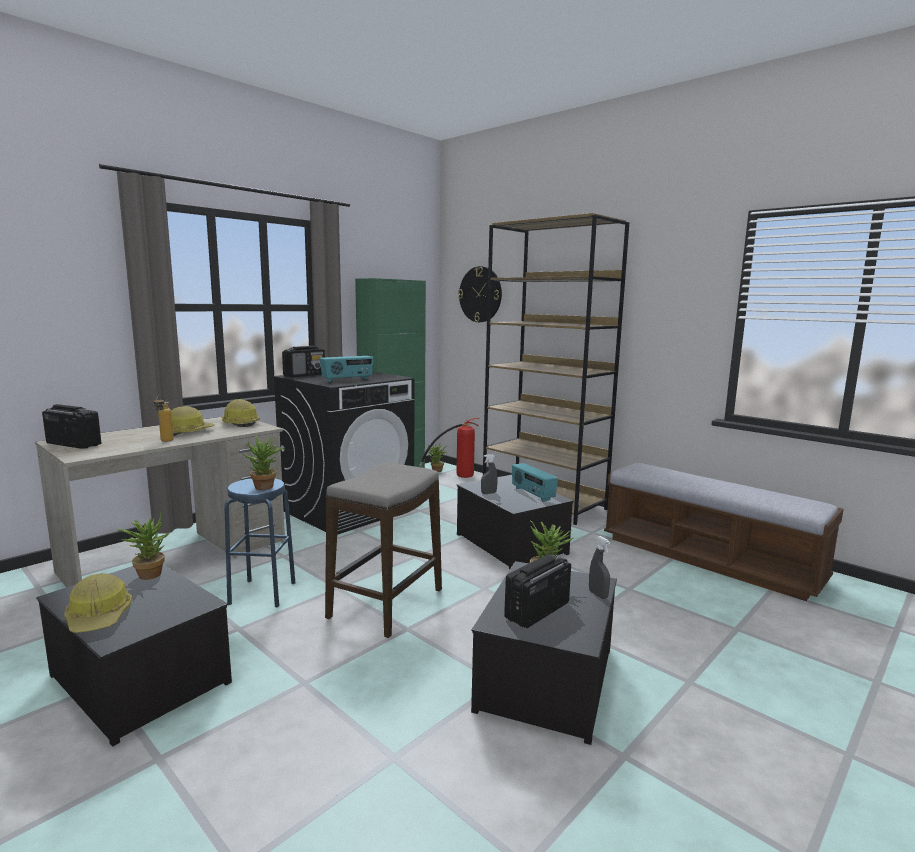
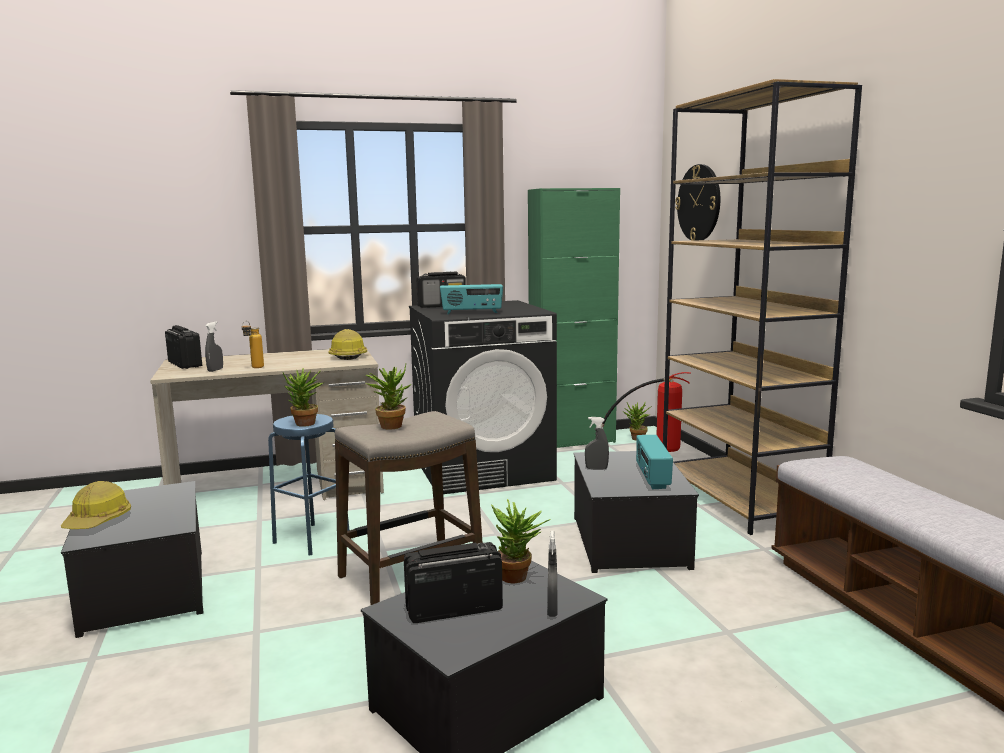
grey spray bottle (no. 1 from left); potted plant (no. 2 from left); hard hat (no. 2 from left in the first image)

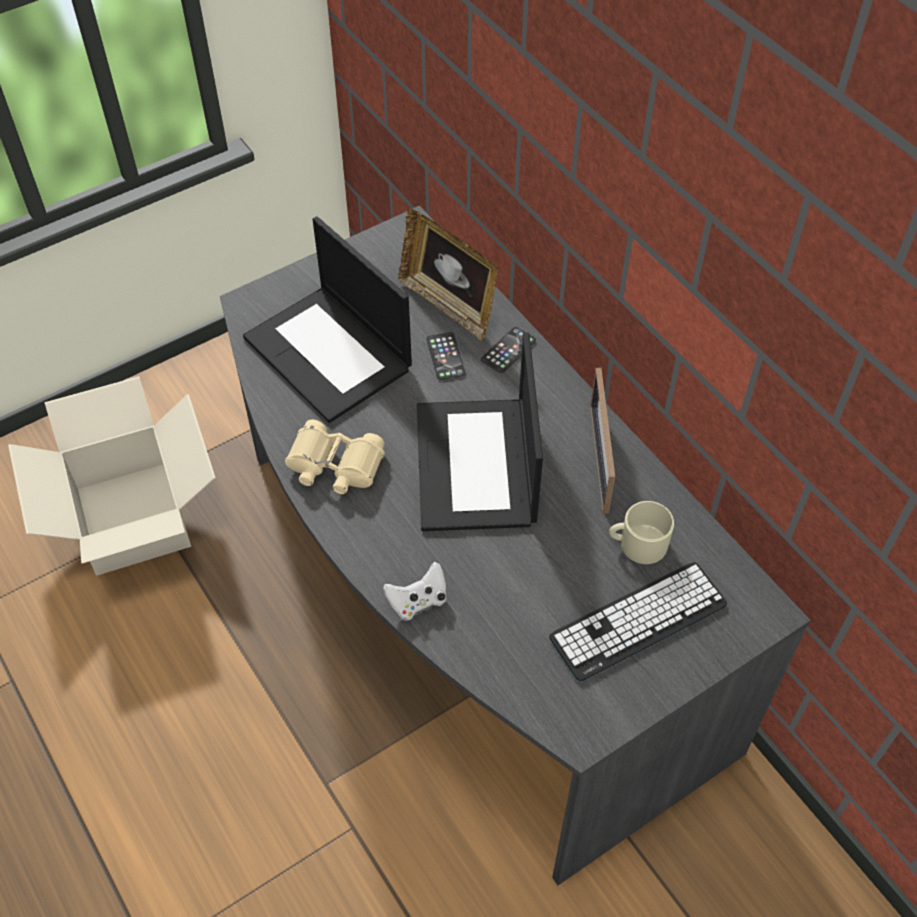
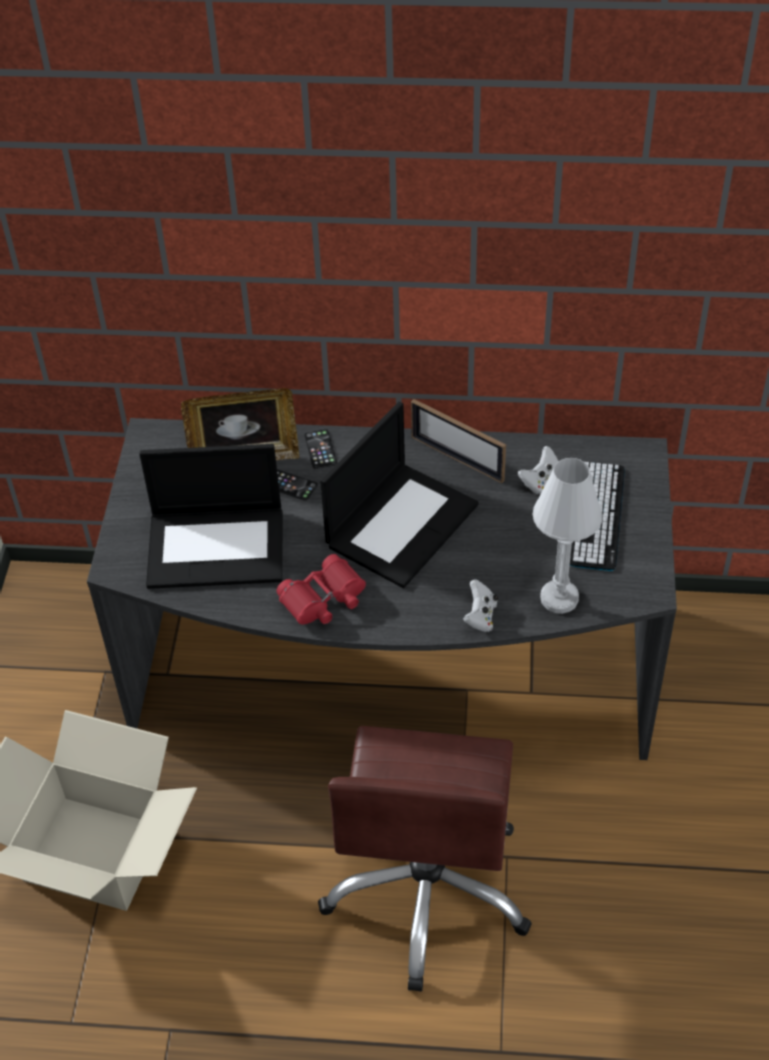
red binoculars; brown office chair; laptop (no. 2 from left); white game controller (no. 2 from left); white table lamp

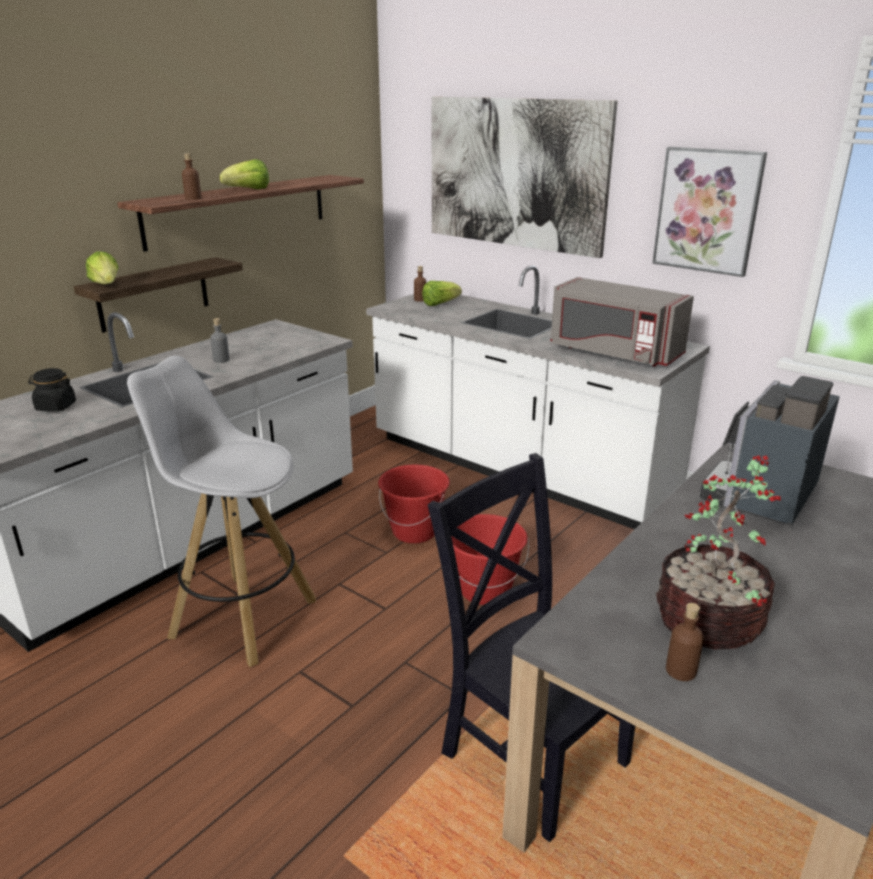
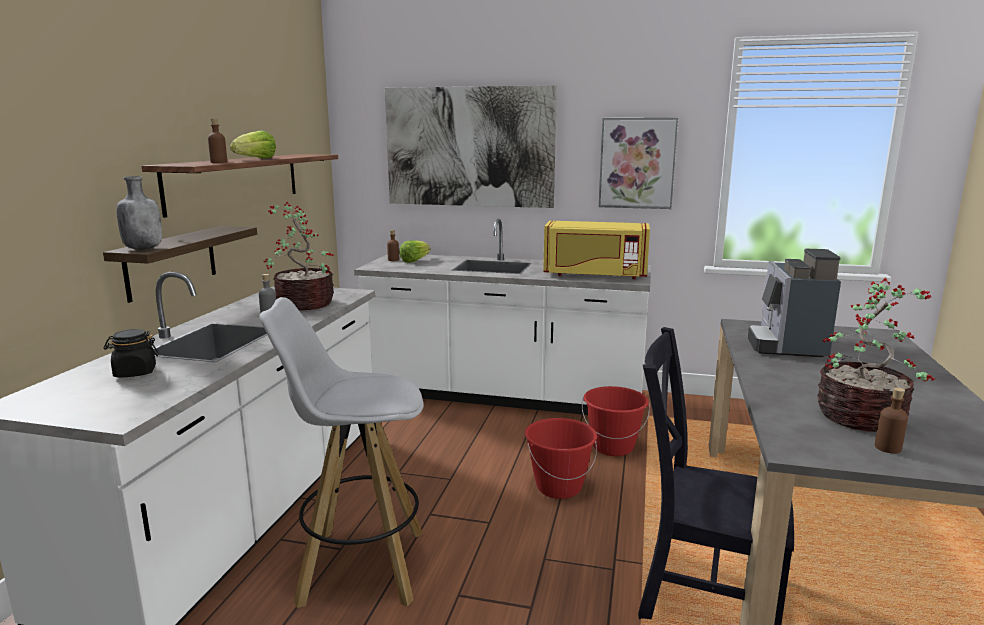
grey bottle (no. 1 from left); potted plant (no. 1 from left); yellow microwave; red bucket (no. 2 from left)

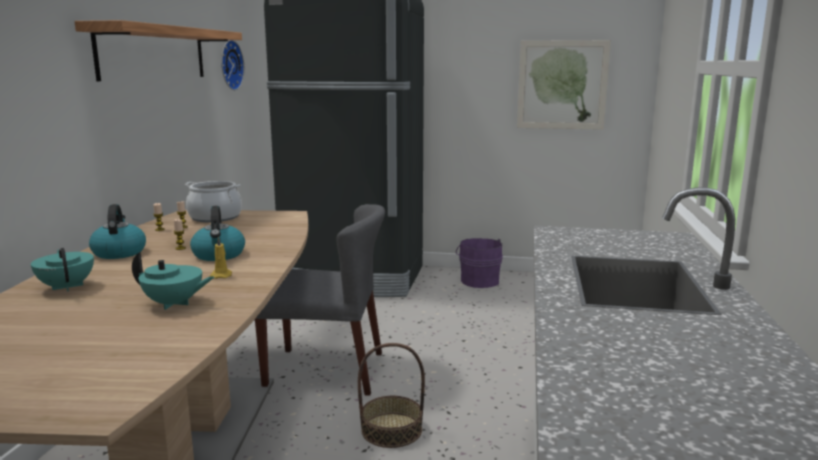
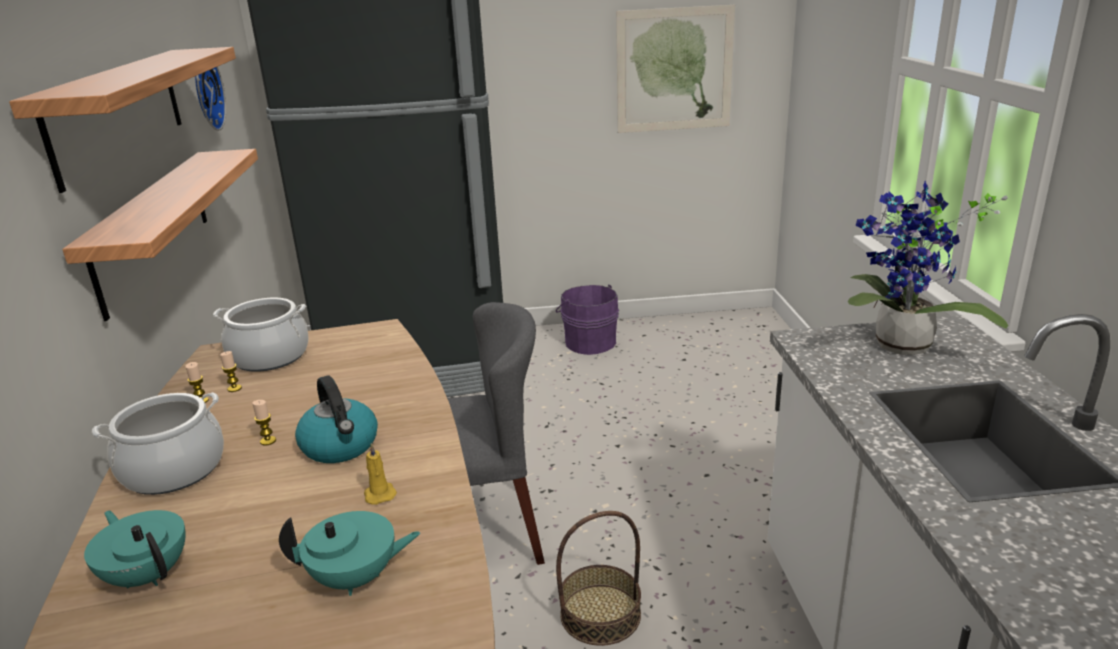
shelf (no. 2 from left); cooking pot (no. 1 from left); potted plant

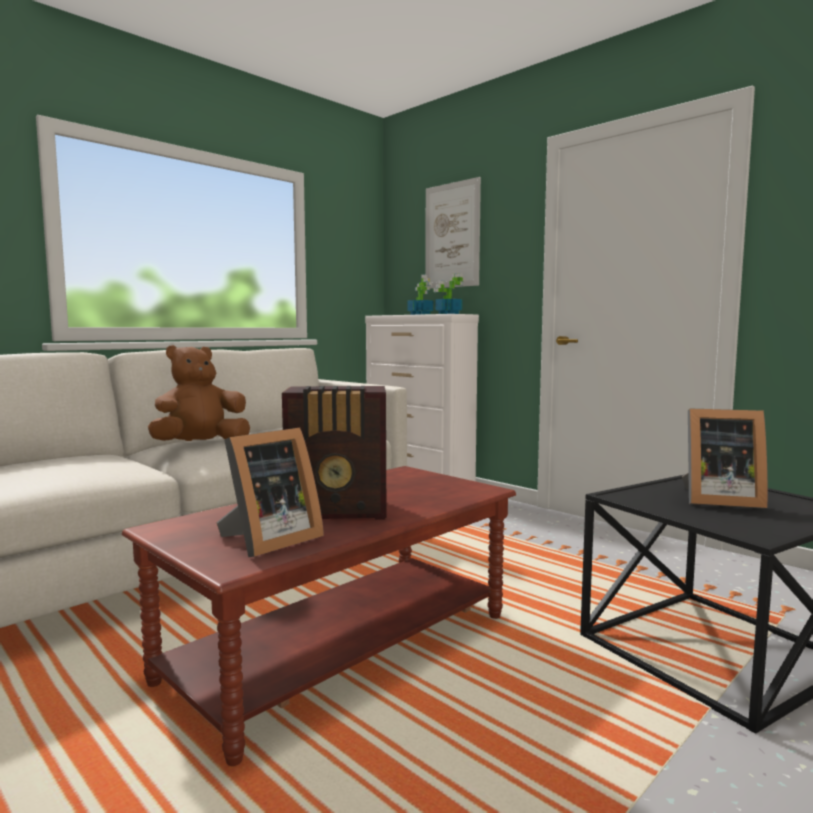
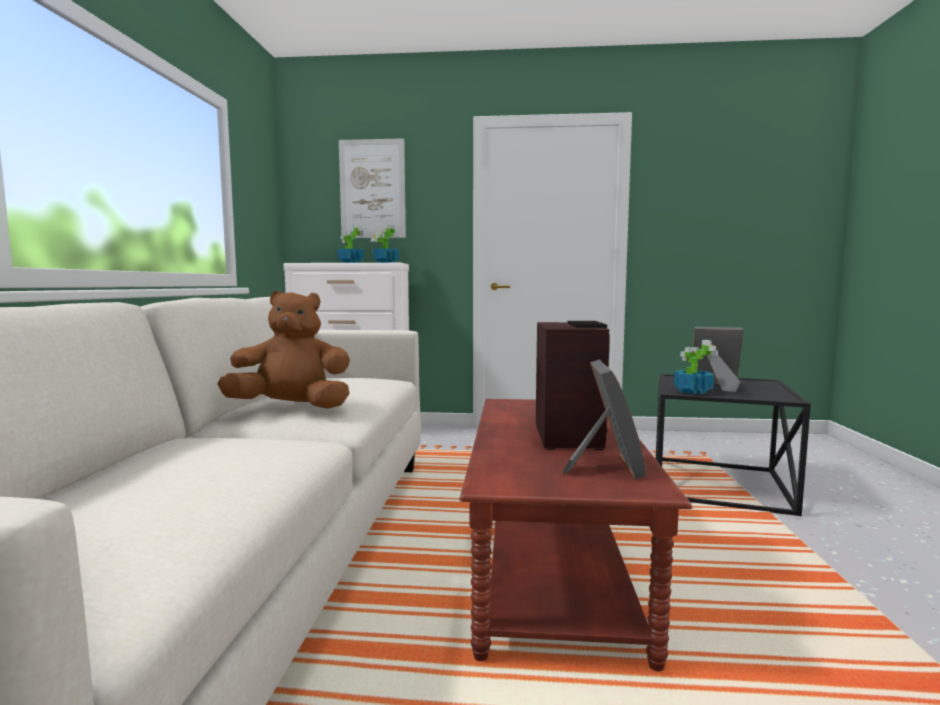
brown plush toy; radio; potted plant (no. 3 from left); picture frame (no. 2 from left)

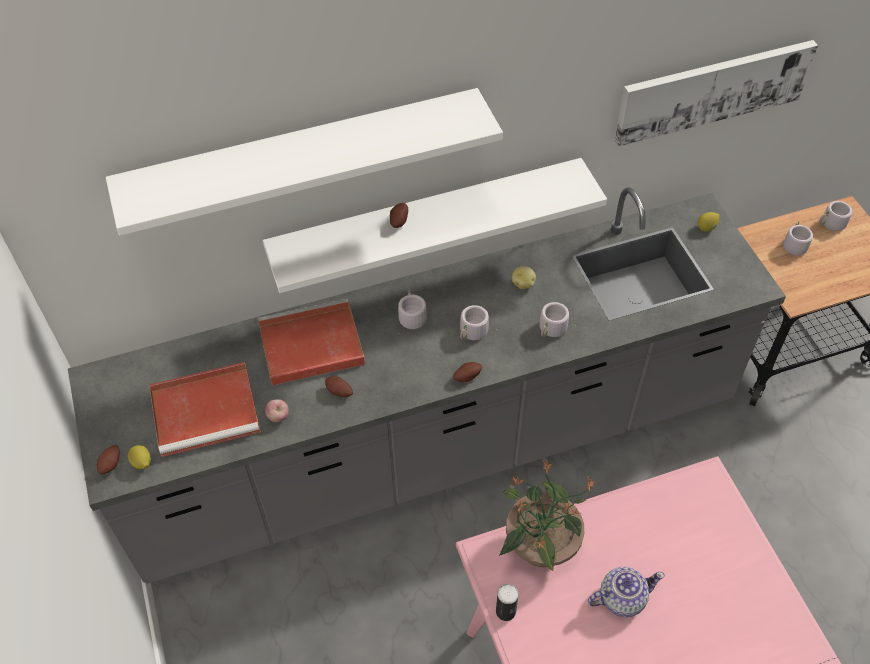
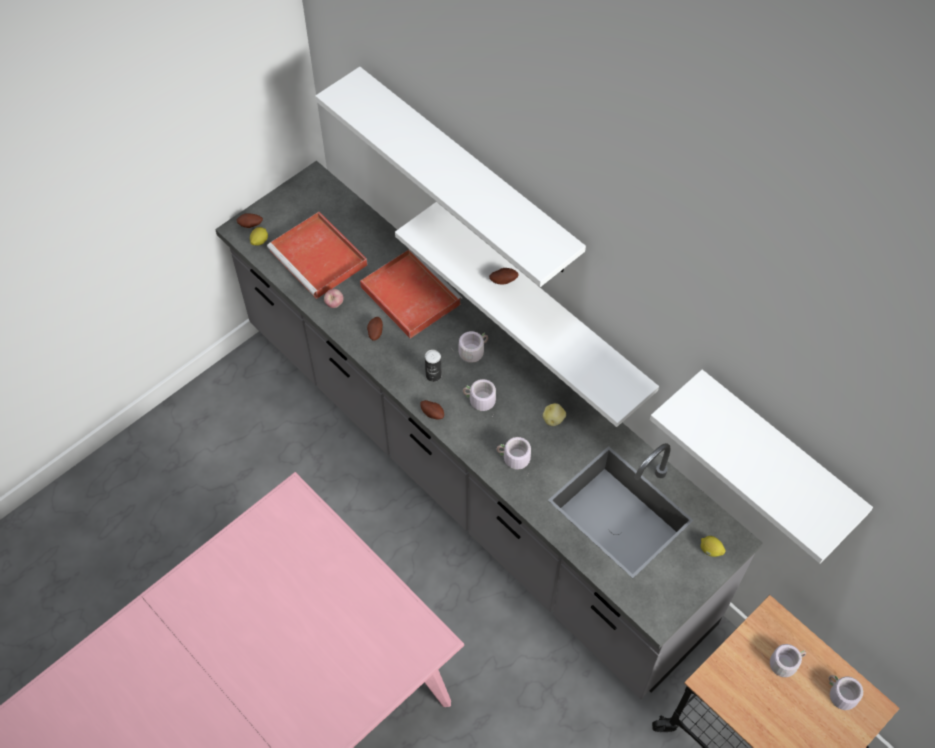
can; white shelf (no. 3 from left); potted plant; teapot

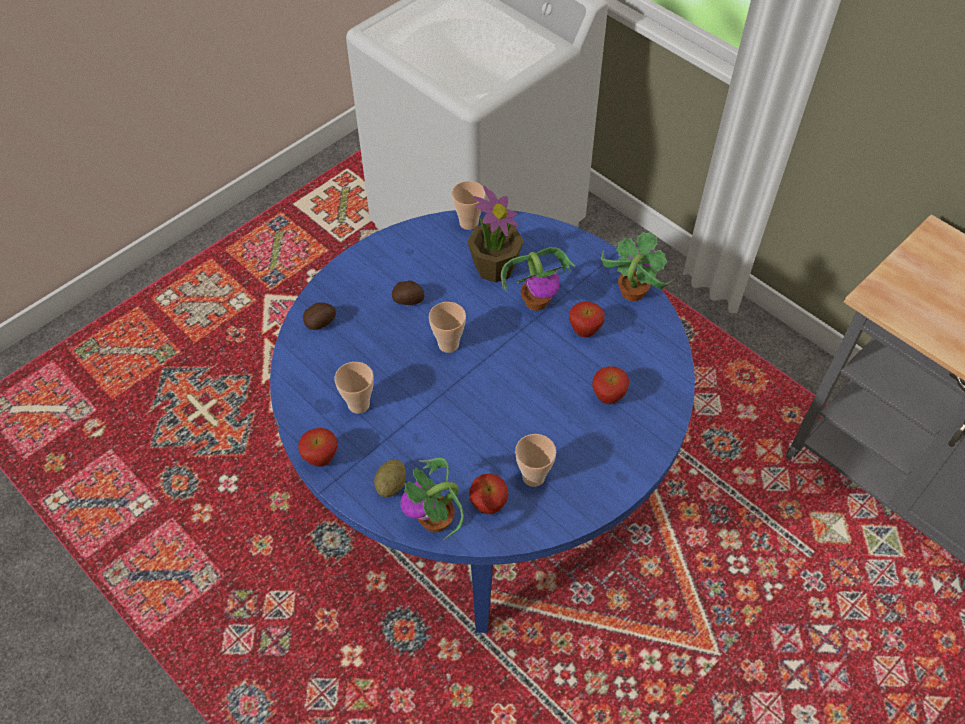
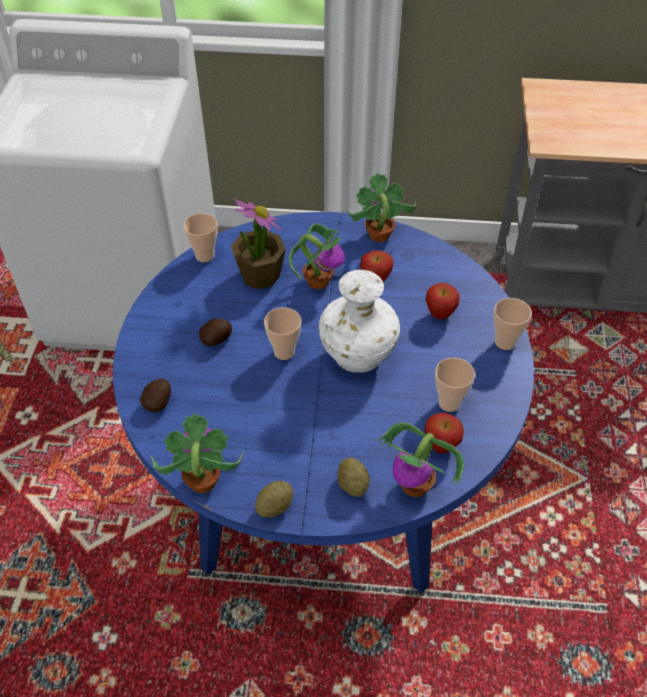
potted plant (no. 1 from left); potato (no. 3 from left); white vase; cup (no. 4 from left)

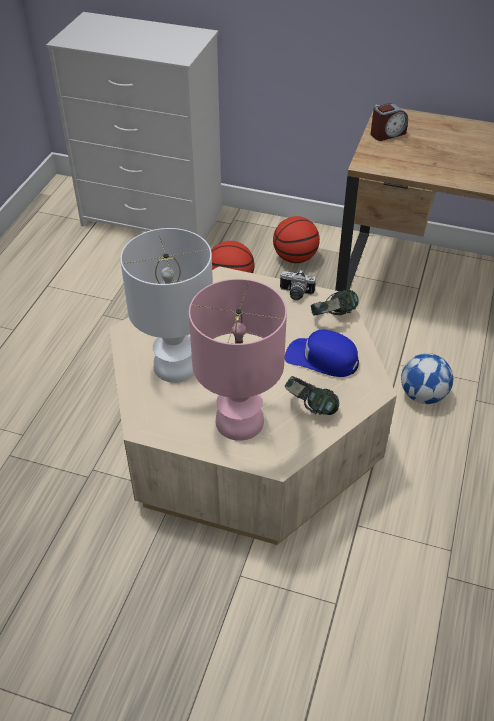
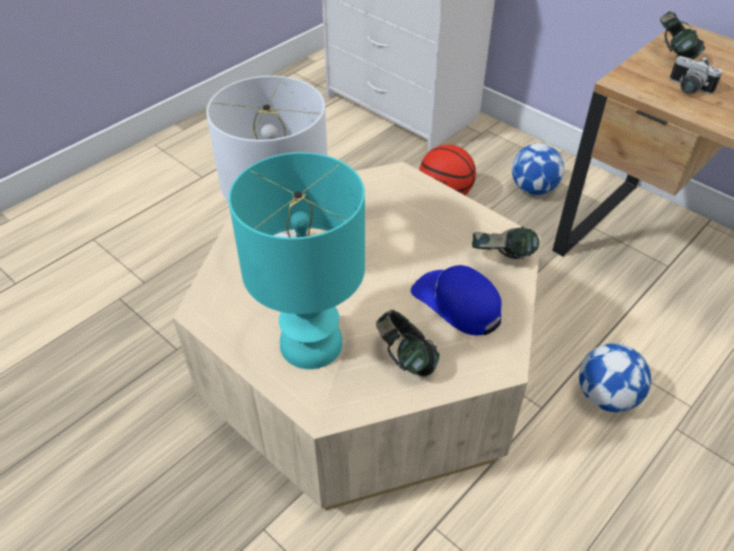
turquoise table lamp; football (no. 1 from left); headphones (no. 3 from left); photo camera

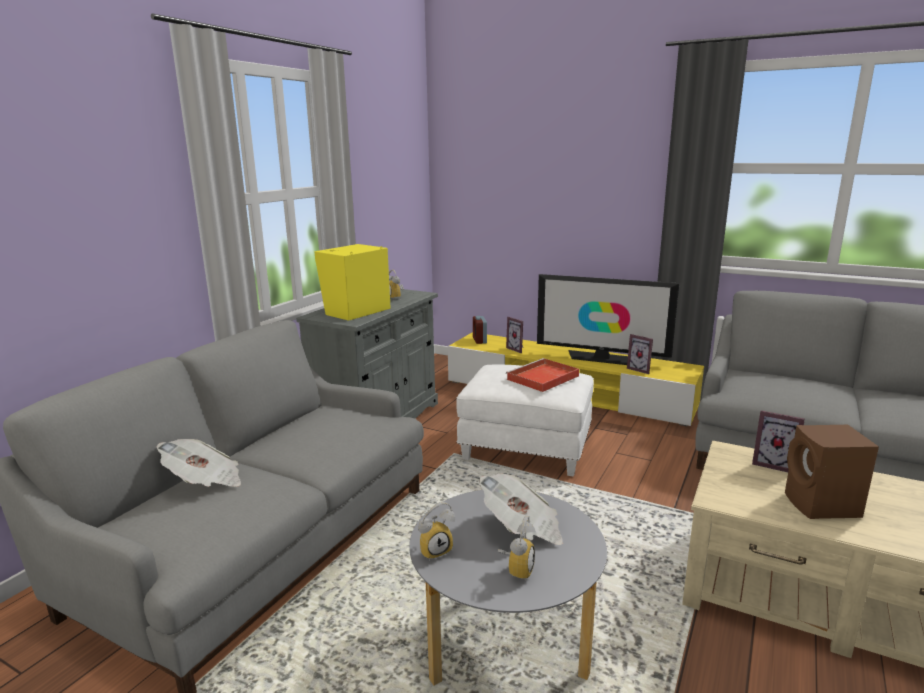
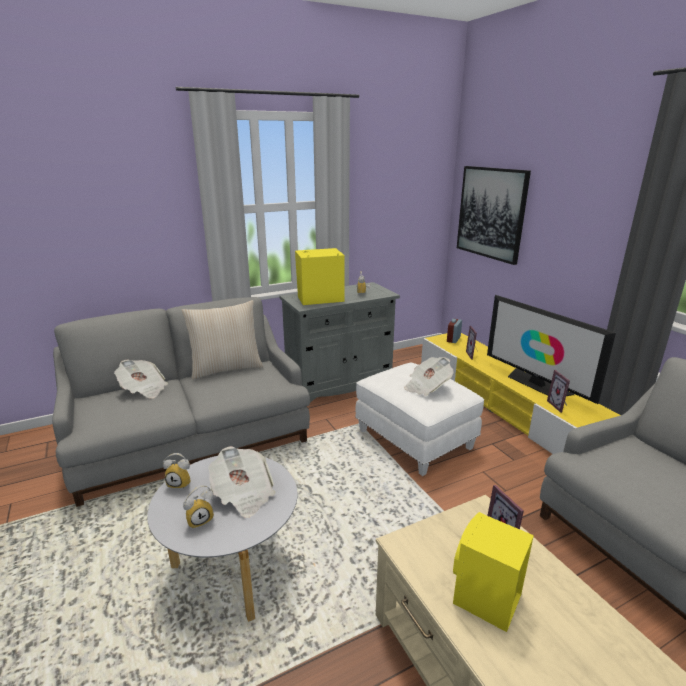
beige pillow; newspaper (no. 3 from left); yellow speaker (no. 2 from left); picture

